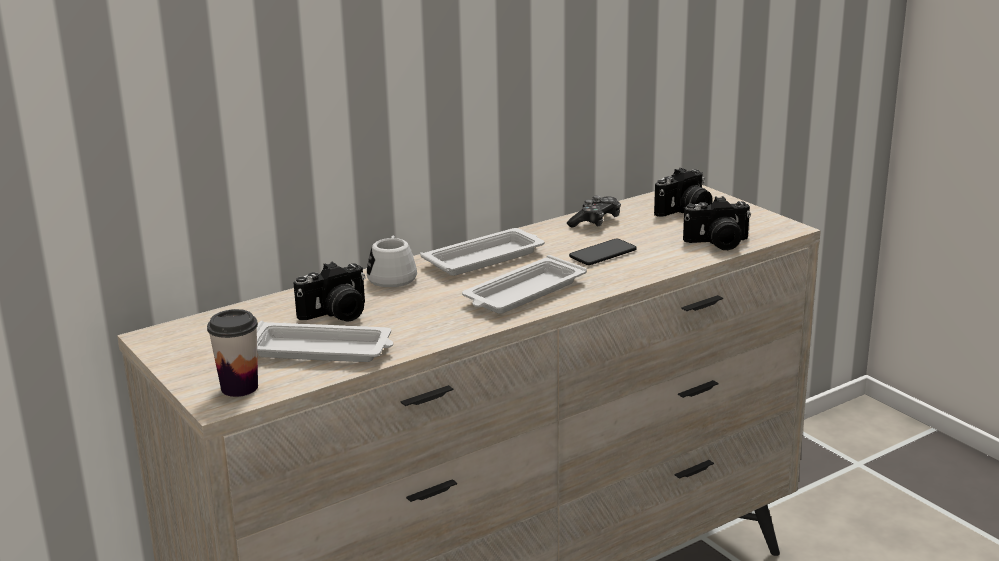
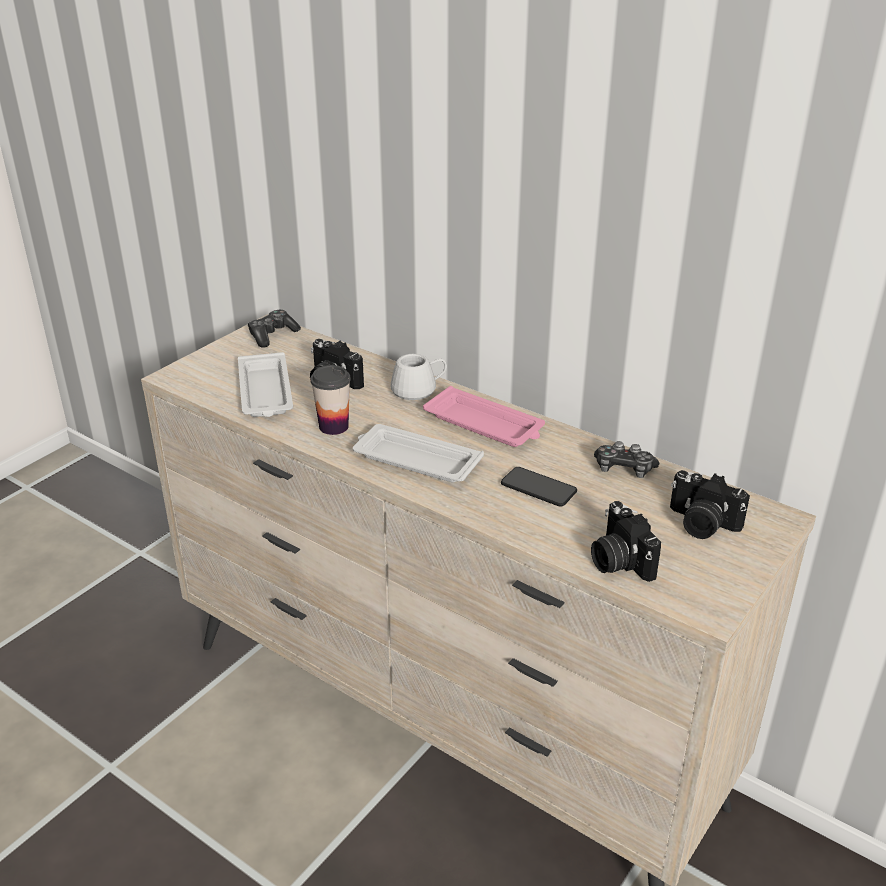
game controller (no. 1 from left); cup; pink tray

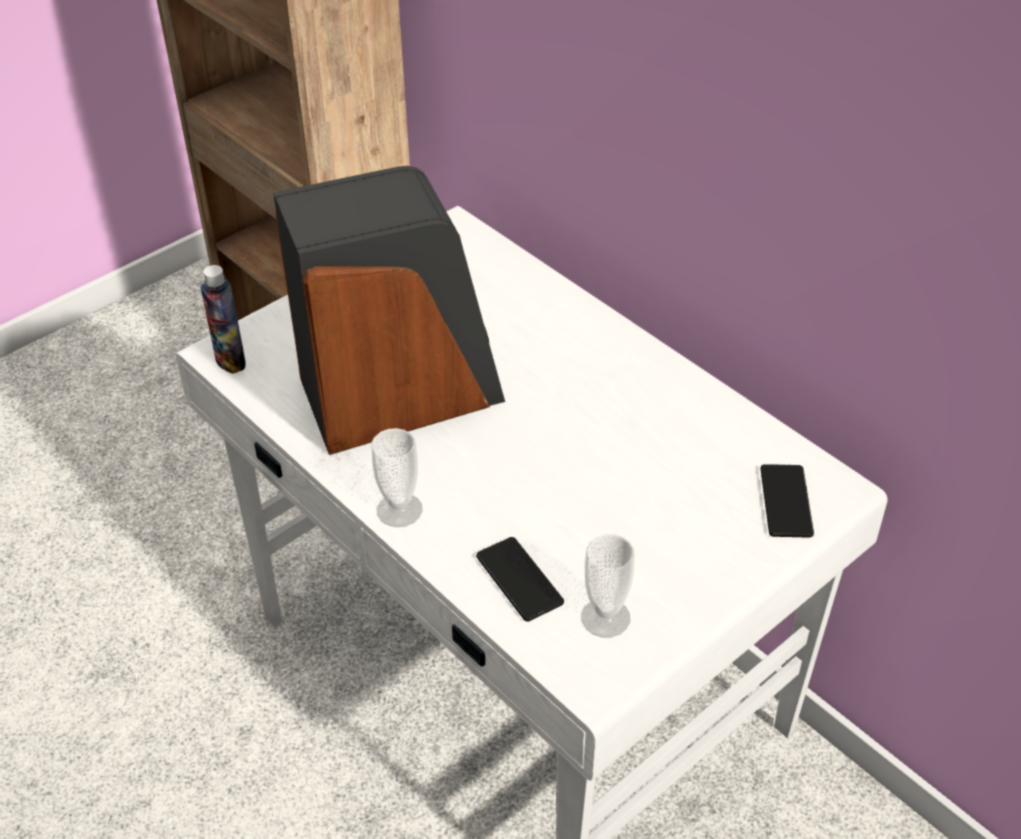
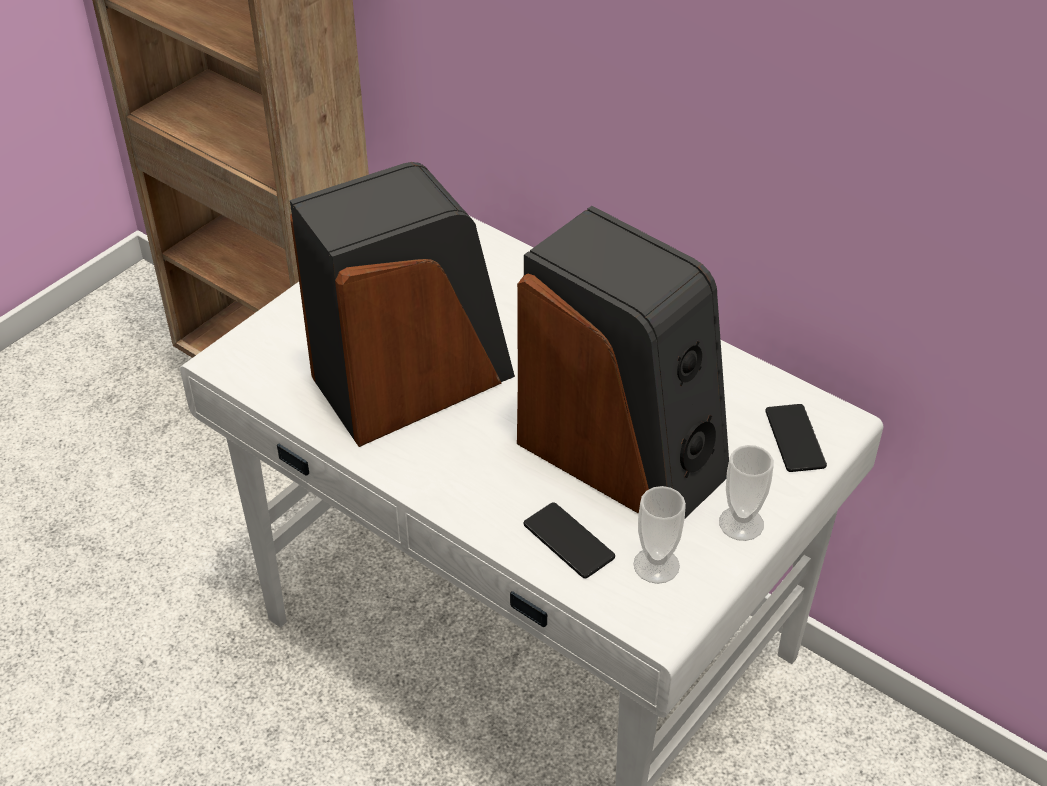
speaker (no. 2 from left); cup (no. 2 from left); bottle

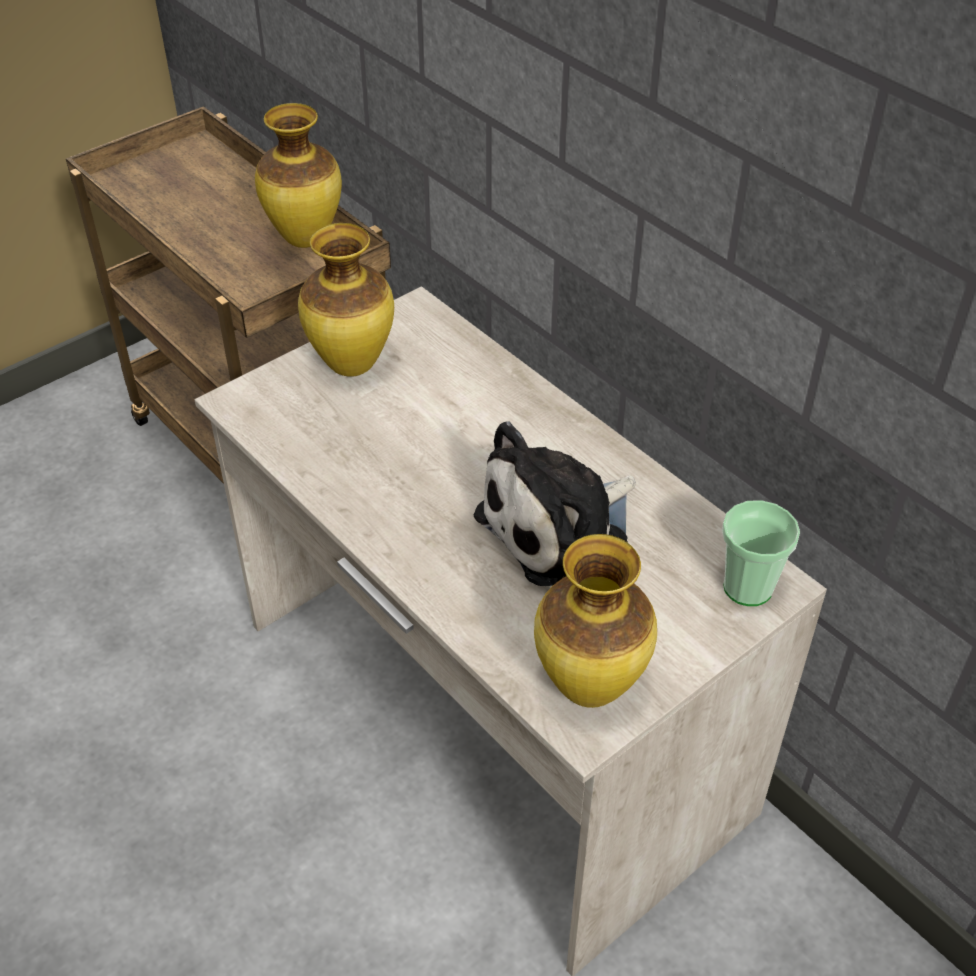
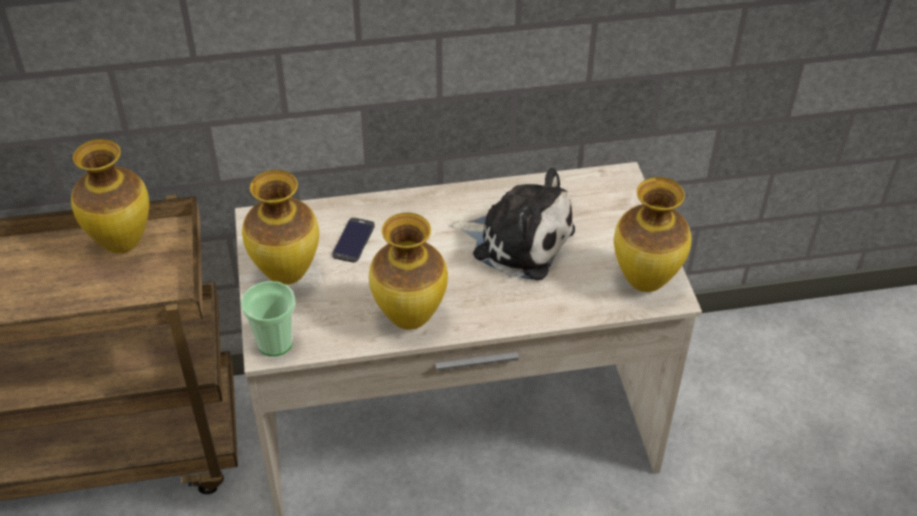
cup; phone; vase (no. 3 from left); plush toy

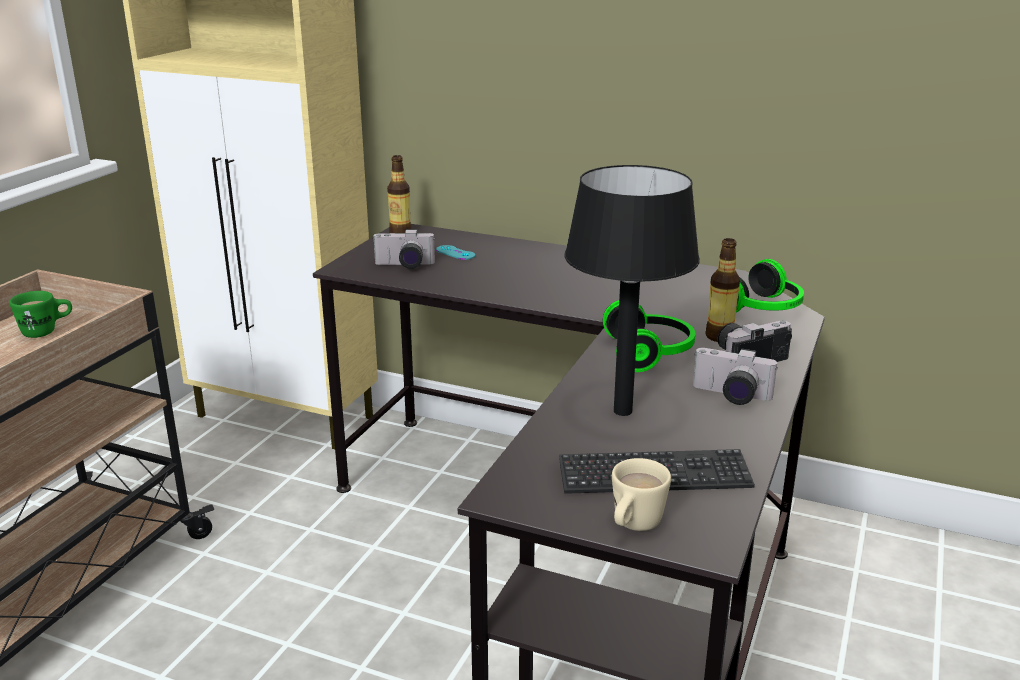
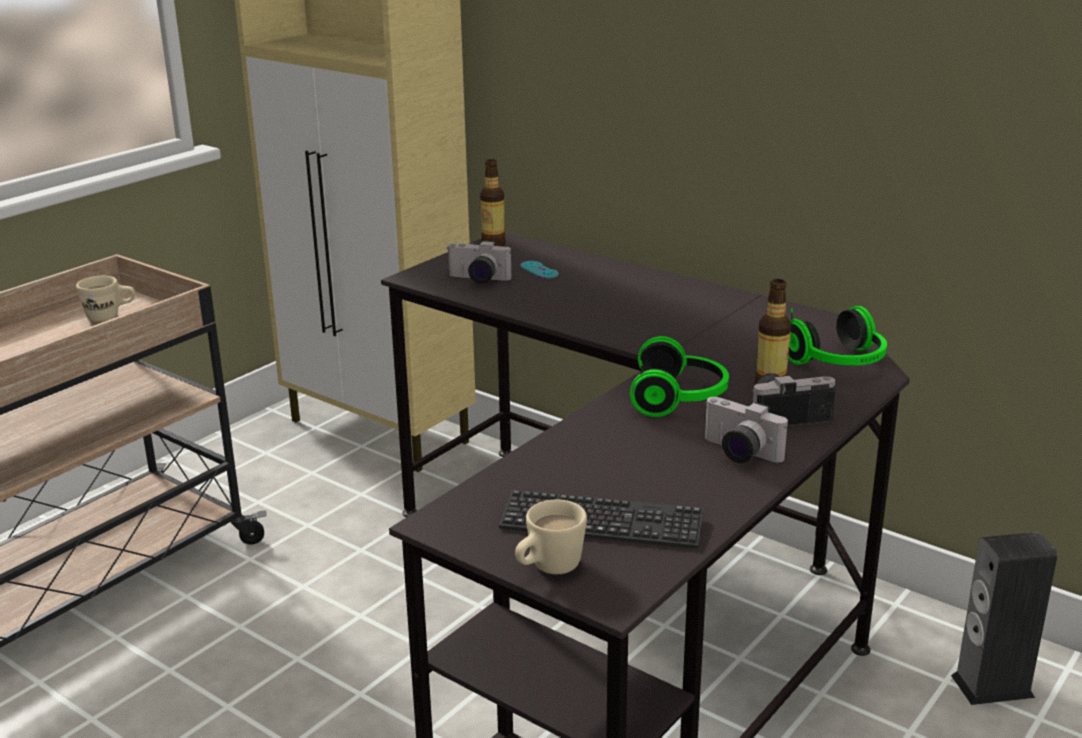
beige mug (no. 1 from left); speaker; black table lamp

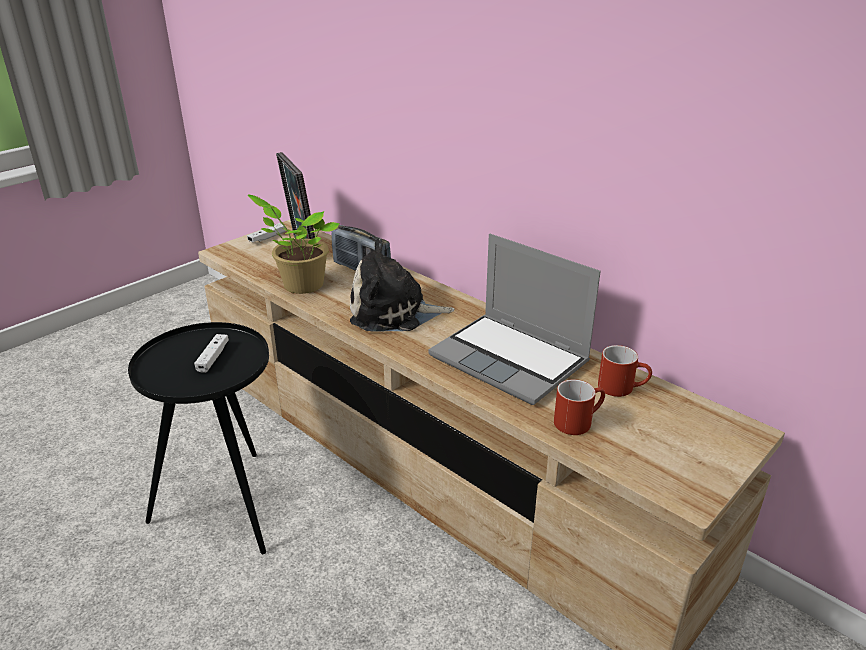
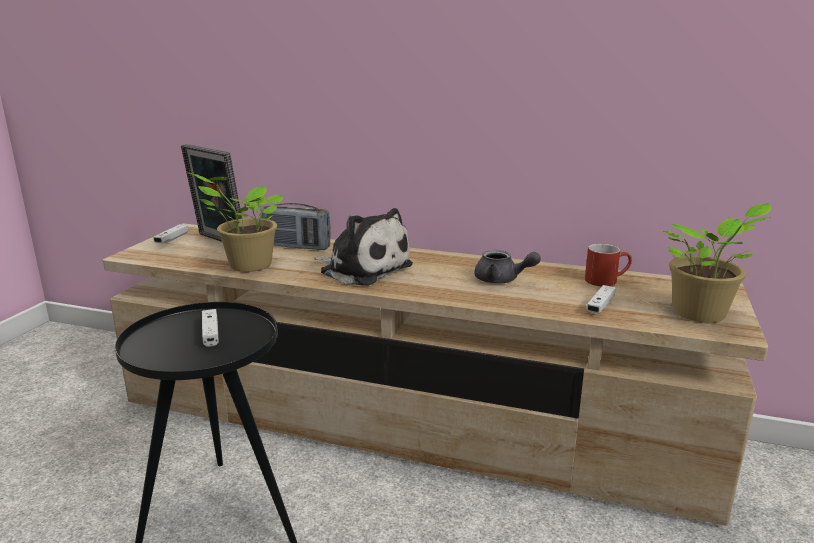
plush toy; grey teapot; white game controller (no. 3 from left); potted plant (no. 2 from left)

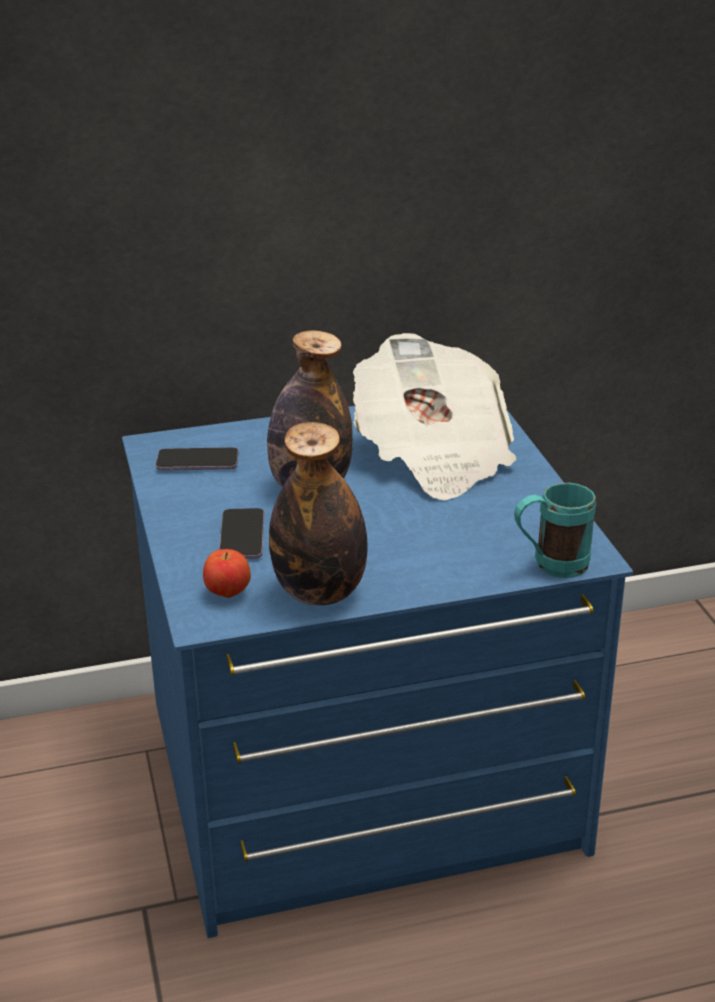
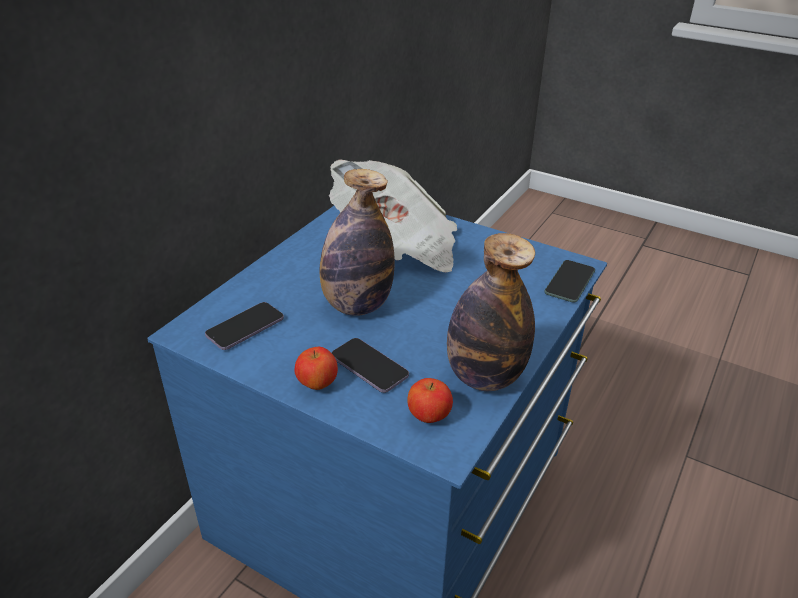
apple (no. 1 from left); phone (no. 3 from left)

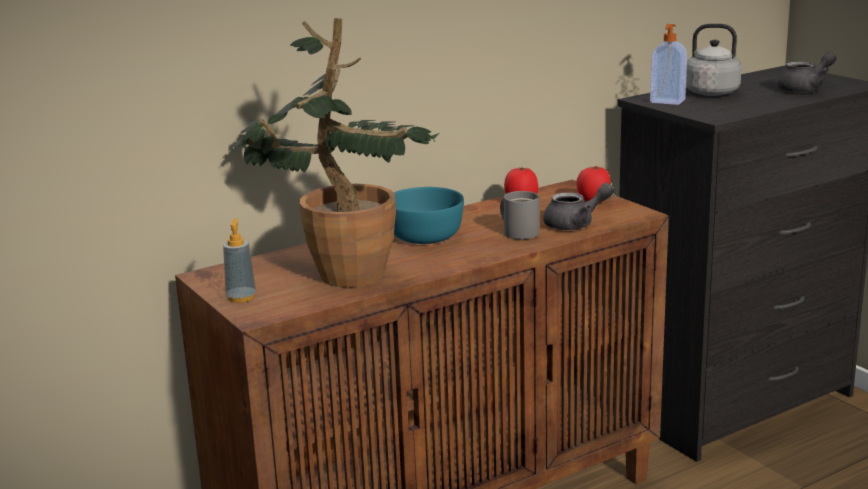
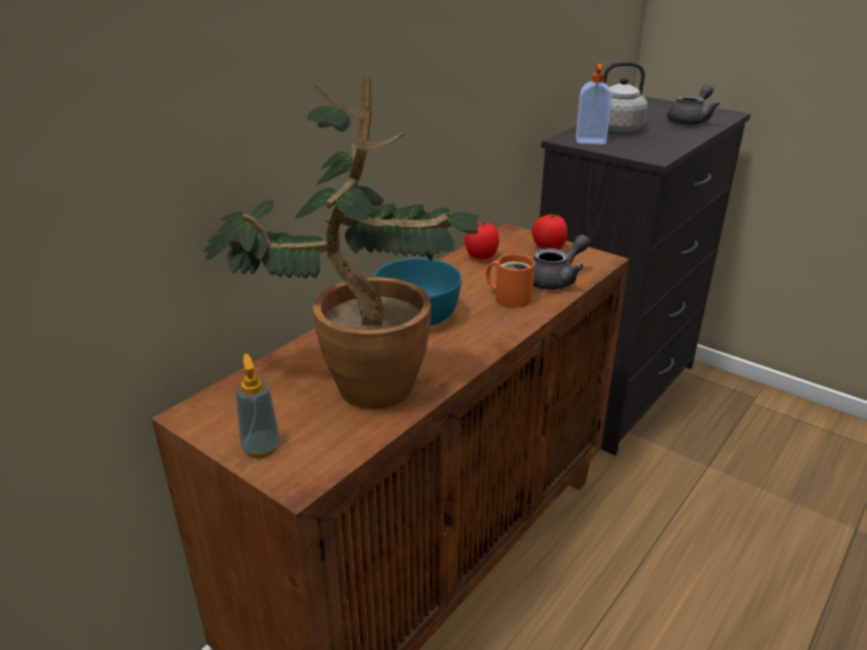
orange mug

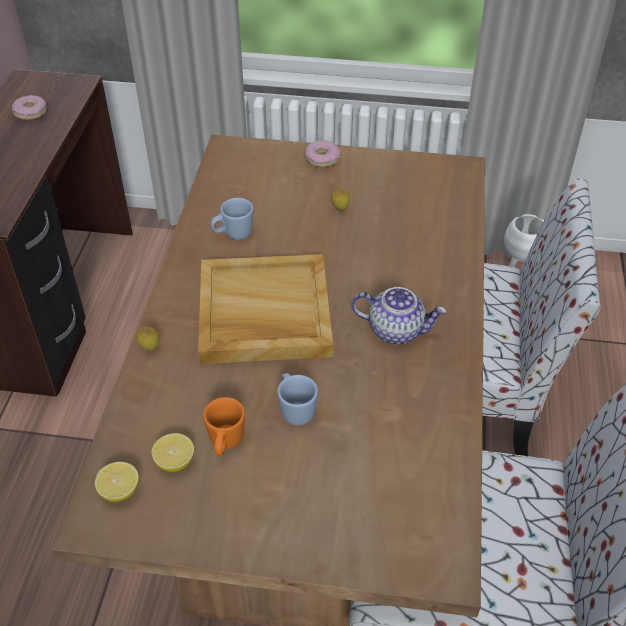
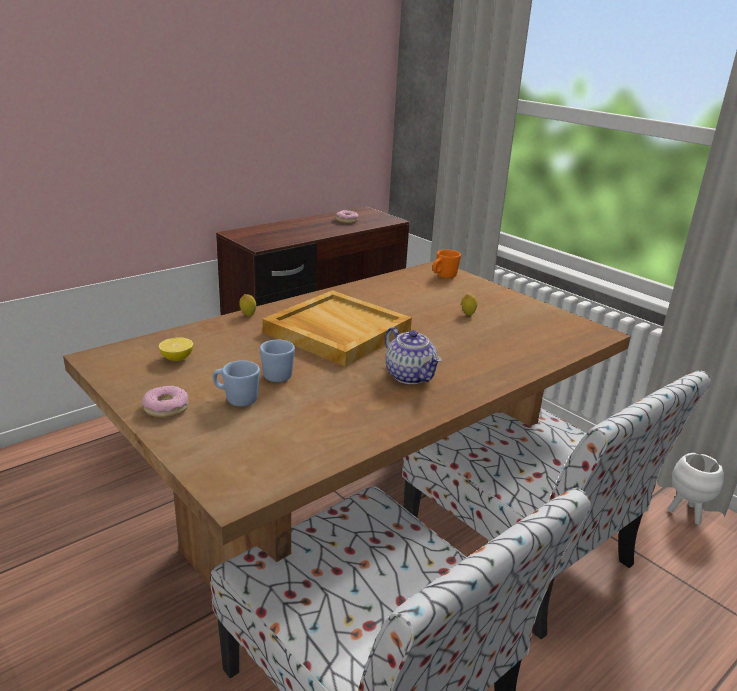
donut (no. 1 from left); blue mug (no. 1 from left); orange mug; lemon (no. 1 from left in the first image)

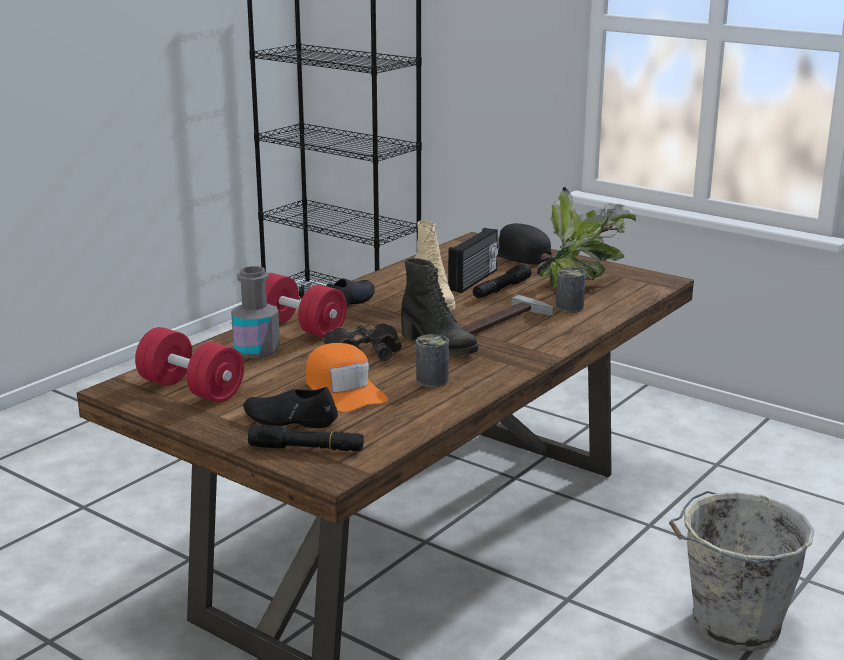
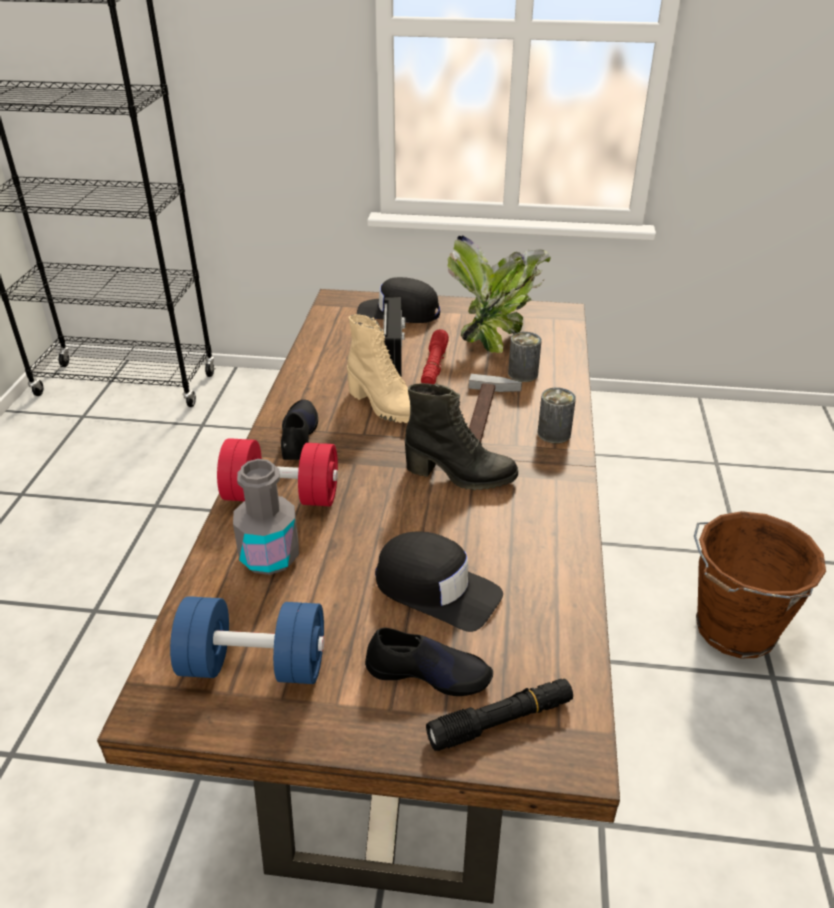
blue dumbbell; black shoe (no. 2 from left); black cap (no. 2 from left); red flashlight; can (no. 2 from left); brown bucket; black binoculars

